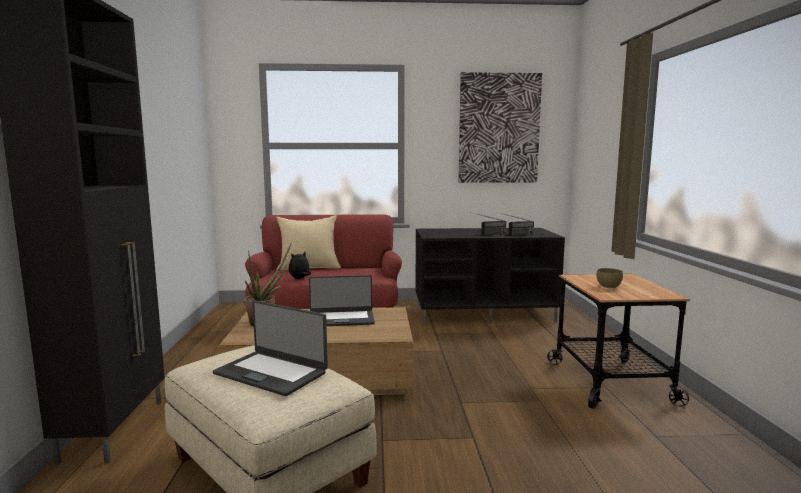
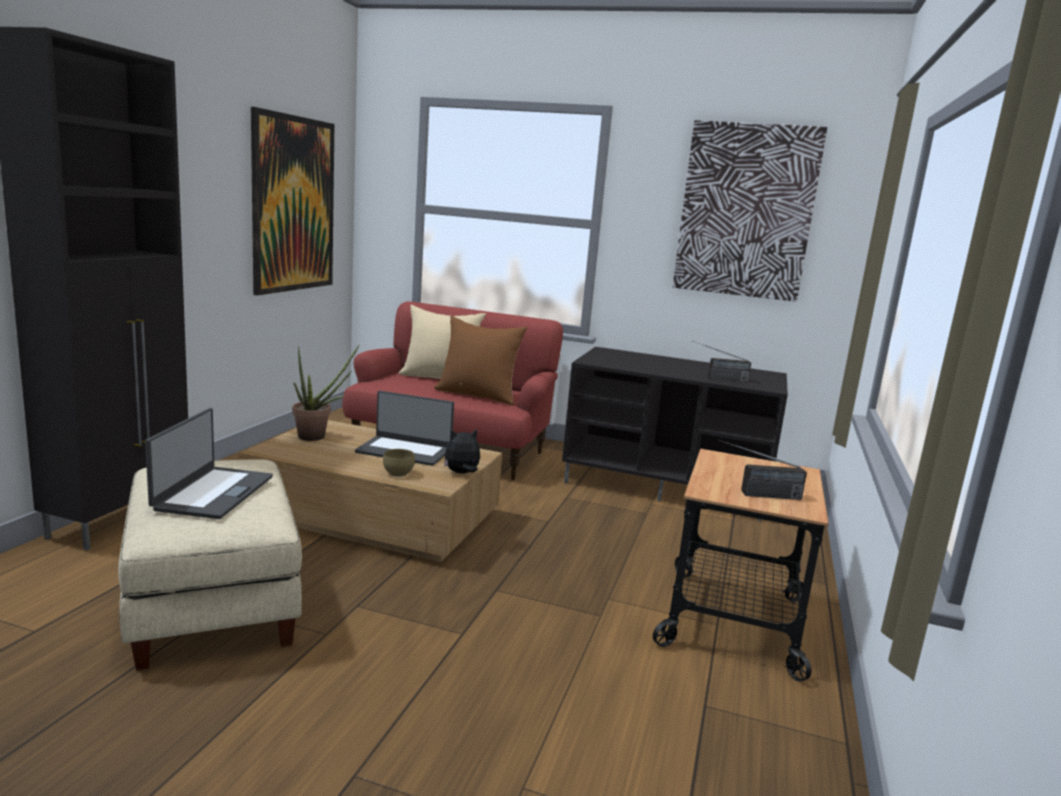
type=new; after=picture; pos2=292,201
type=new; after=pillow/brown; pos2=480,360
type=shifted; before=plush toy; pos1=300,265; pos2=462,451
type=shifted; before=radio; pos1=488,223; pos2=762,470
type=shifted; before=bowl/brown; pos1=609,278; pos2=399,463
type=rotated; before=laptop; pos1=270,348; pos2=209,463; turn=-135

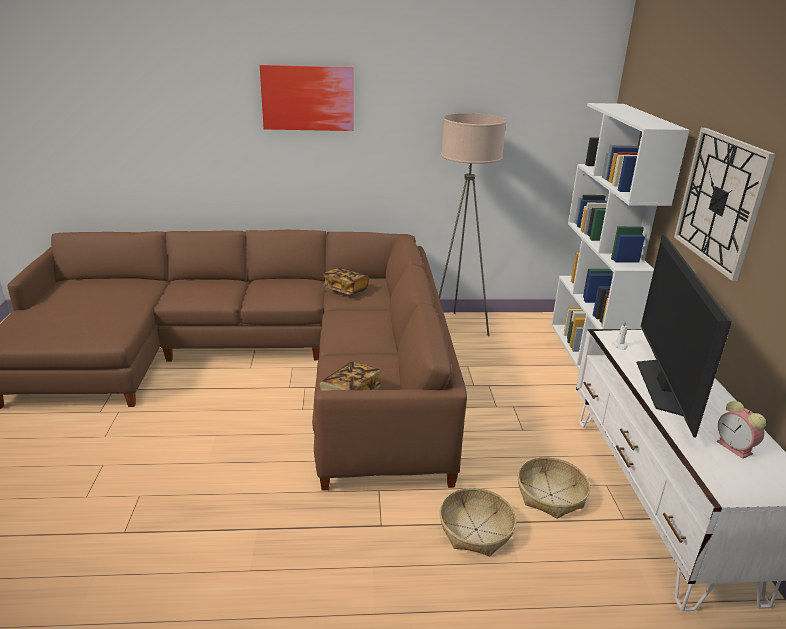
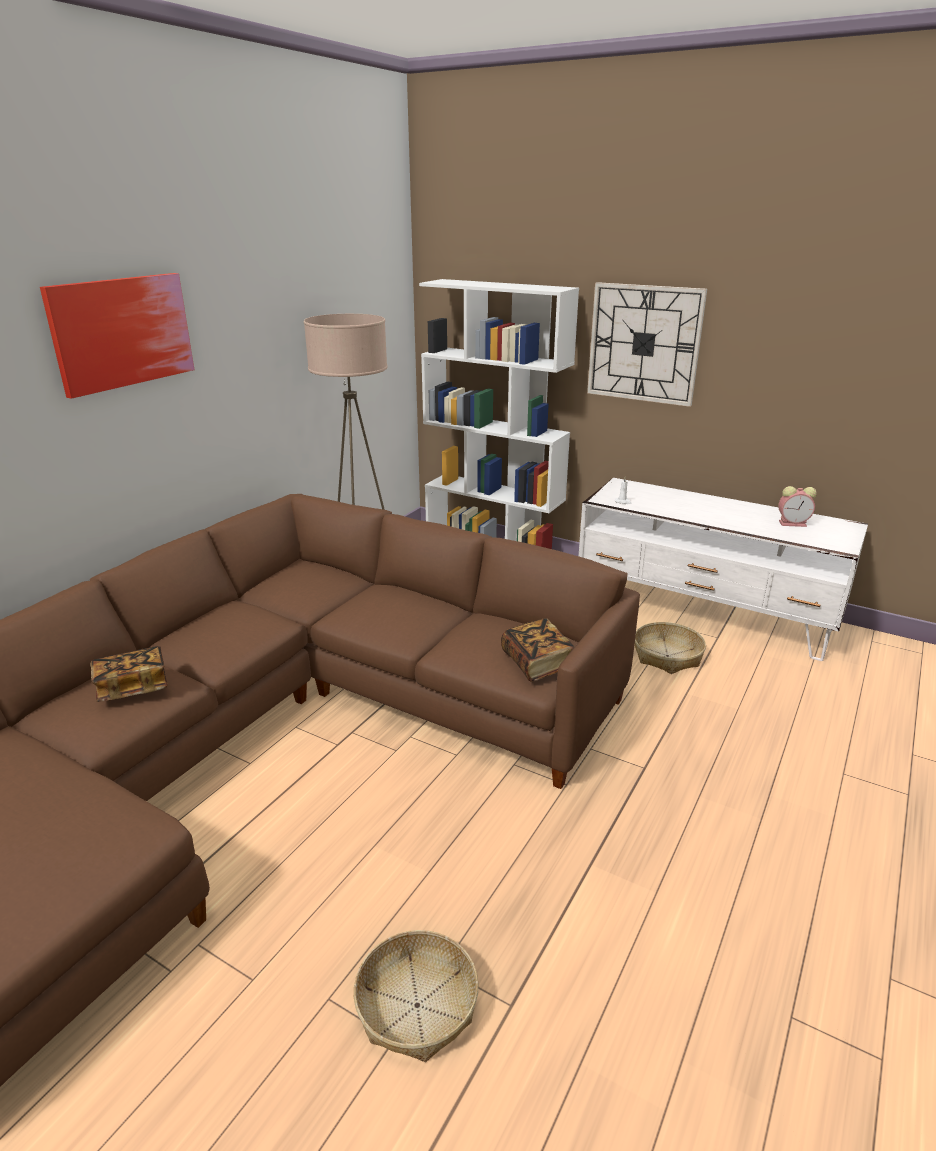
type=gone; before=television; pos1=684,335
type=shifted; before=book; pos1=345,281; pos2=129,674
type=shifted; before=basket; pos1=477,522; pos2=416,996

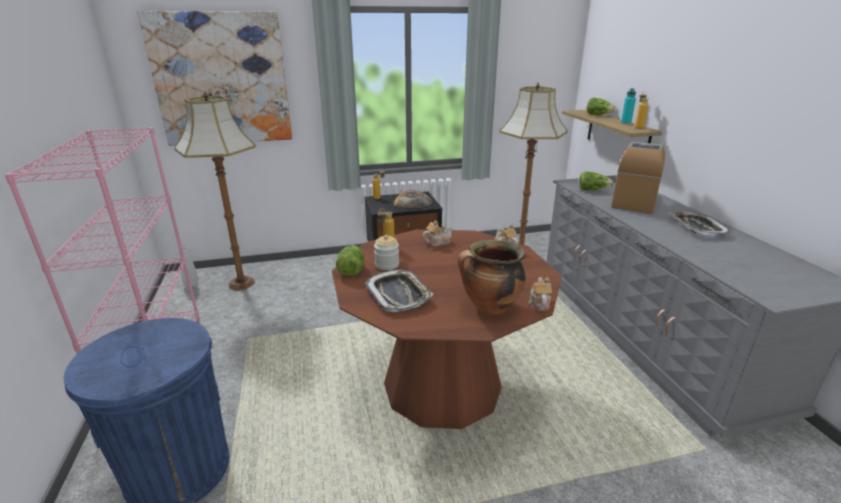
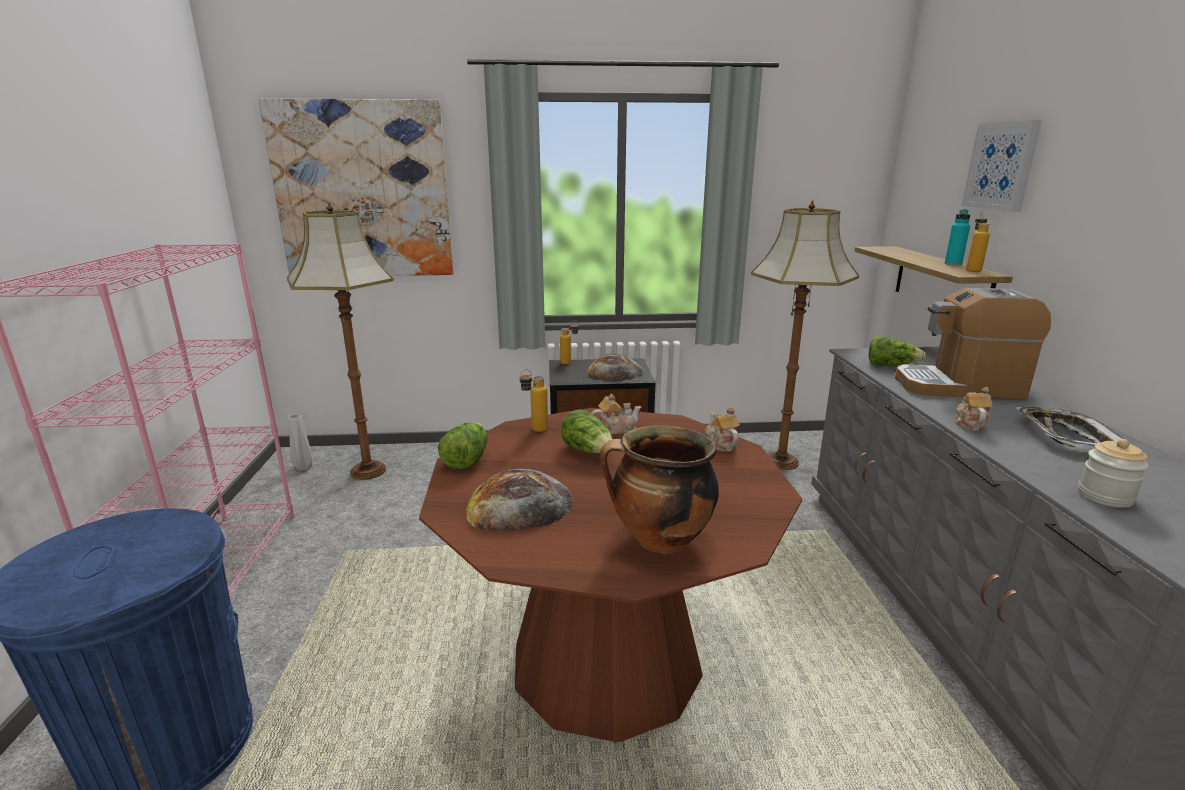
type=new; after=picture; pos2=1002,166
type=shifted; before=jar; pos1=386,252; pos2=1113,473
type=shifted; before=teapot; pos1=540,294; pos2=974,409
type=shifted; before=lettuce; pos1=601,106; pos2=586,431
type=swapped; before=tray; after=bread; pos1=399,290; pos2=519,500
type=rotated; before=coffee machine; pos1=638,178; pos2=973,344; turn=-120

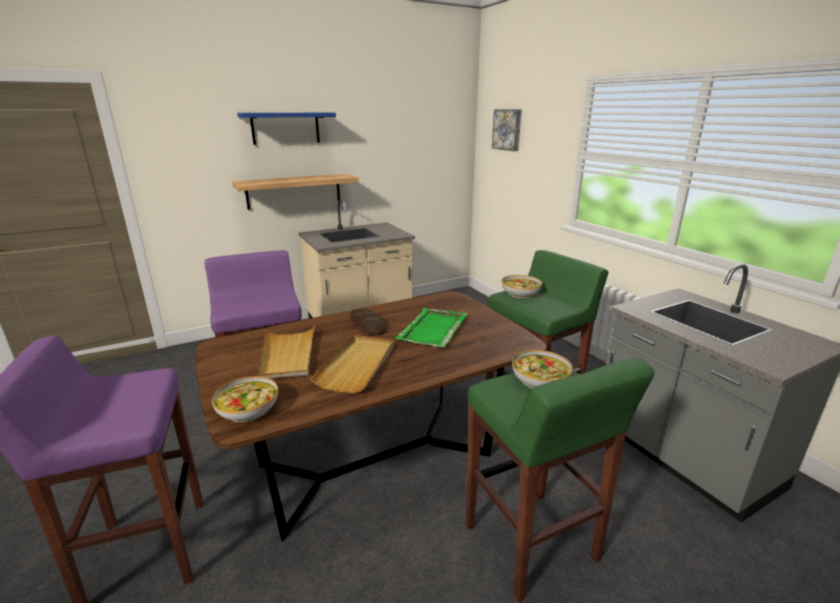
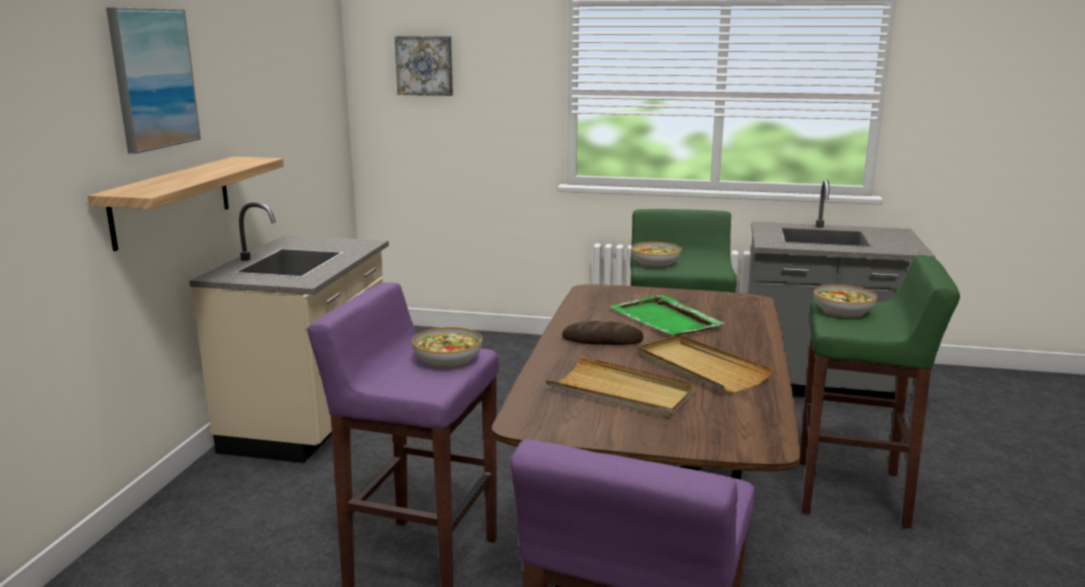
type=shifted; before=bowl; pos1=245,399; pos2=447,348
type=swapped; before=shelf/blue; after=picture; pos1=286,129; pos2=153,80

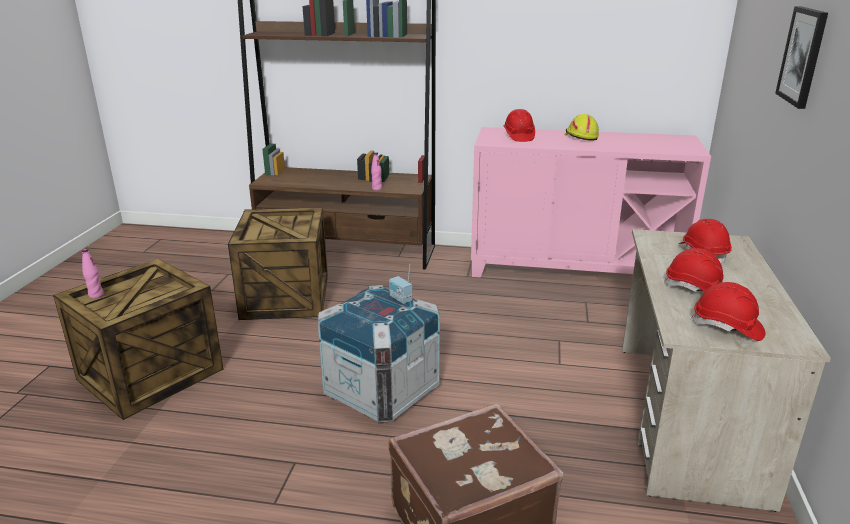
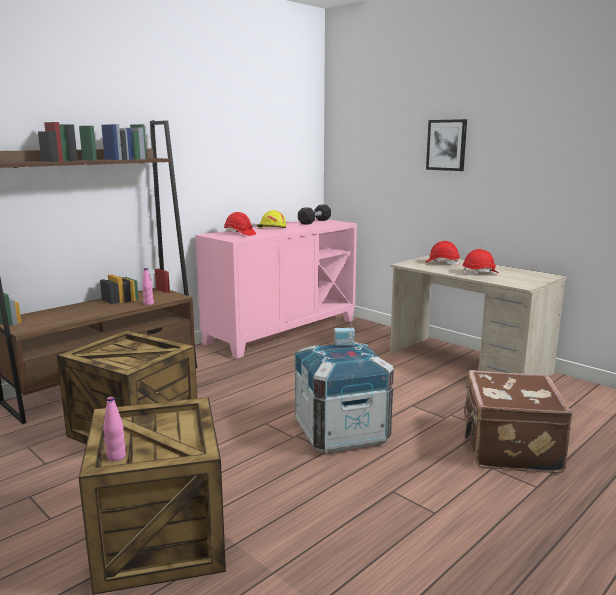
type=gone; before=hard hat/red; pos1=728,311
type=new; after=dumbbell/black; pos2=314,215

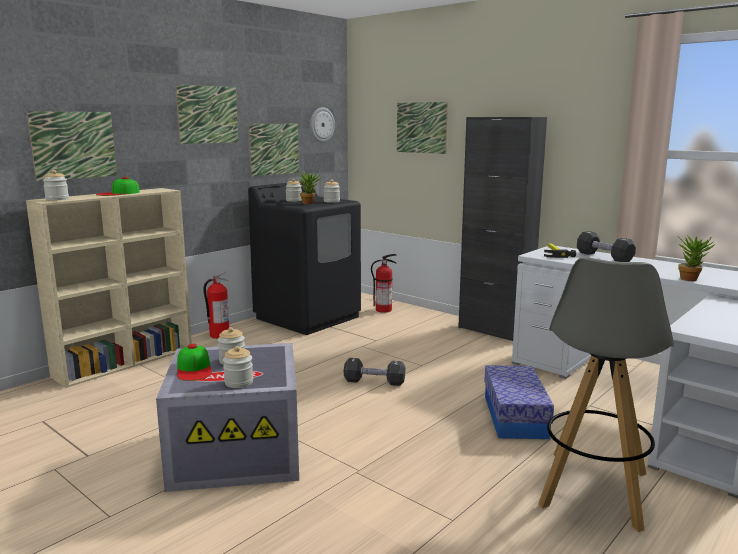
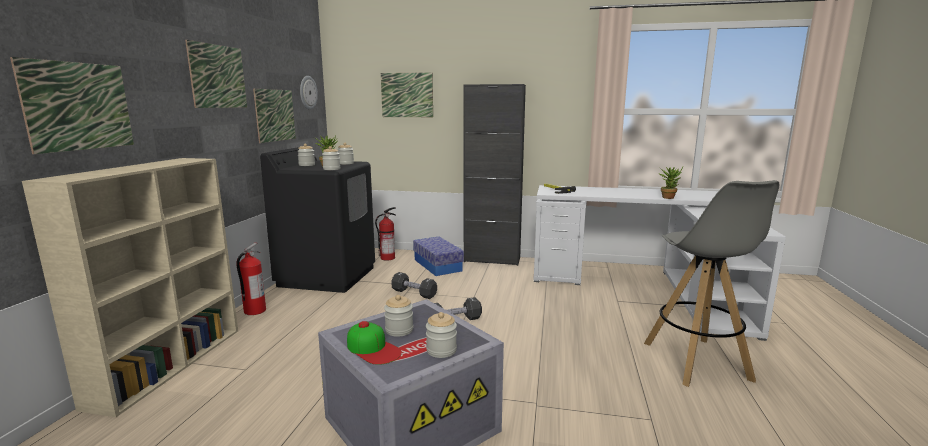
type=gone; before=cap; pos1=118,186
type=shifted; before=jar; pos1=56,185; pos2=331,158
type=shifted; before=storage box; pos1=519,402; pos2=438,256
type=shifted; before=dumbbell/black; pos1=606,246; pos2=414,285

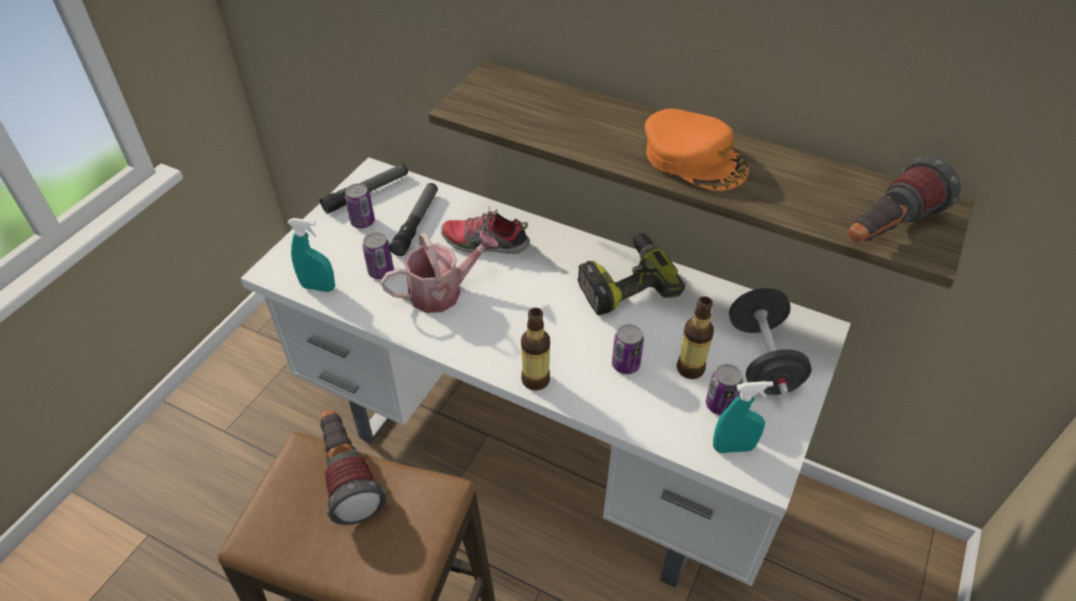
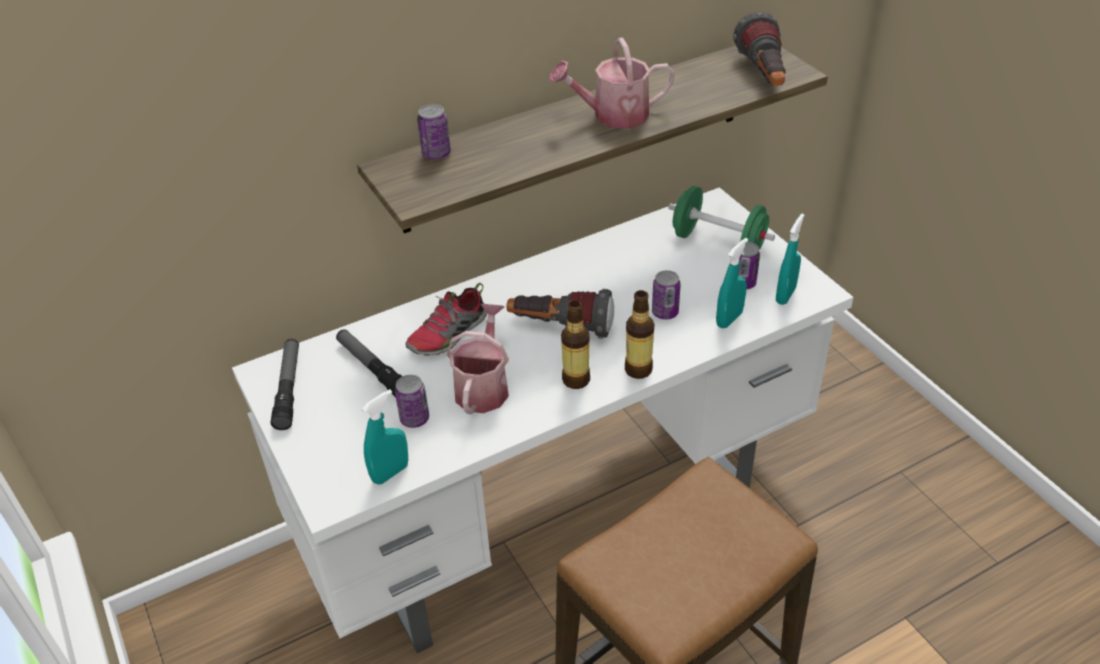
type=gone; before=power drill; pos1=631,274
type=new; after=spray bottle/turquoise; pos2=732,283
type=shifted; before=flashlight; pos1=353,467; pos2=560,314
type=shifted; before=can; pos1=360,205; pos2=434,132
type=shifted; before=bottle; pos1=695,337; pos2=575,344
type=swapped; before=cap/orange; after=watering can; pos1=697,150; pos2=612,82
type=repainted; before=dumbbell/black; after=dumbbell/green; pos1=770,342; pos2=721,218

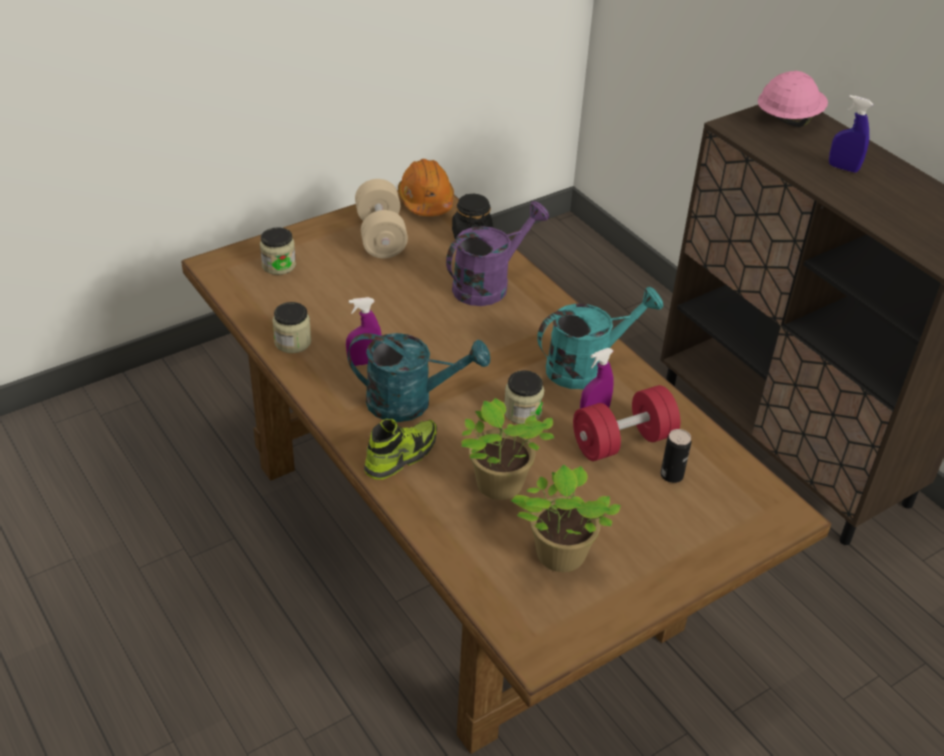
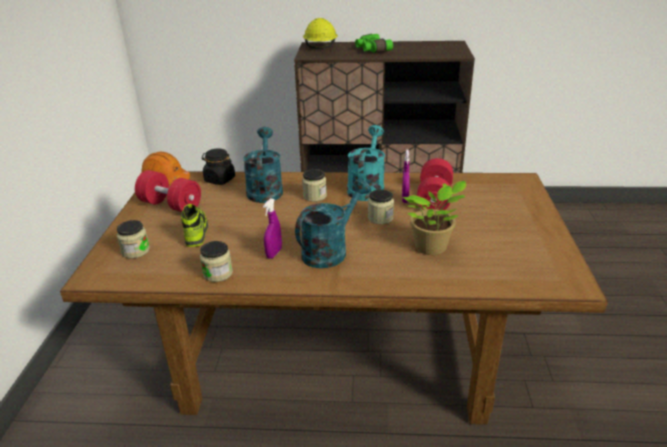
type=gone; before=potted plant; pos1=566,518
type=gone; before=can; pos1=675,456
type=new; after=jar; pos2=314,185
type=shifted; before=shoe; pos1=400,449; pos2=194,225
type=swapped; before=spray bottle/blue; after=binoculars/green; pos1=851,134; pos2=374,43
type=repainted; before=dumbbell/beige; after=dumbbell/red; pos1=381,218; pos2=168,191
type=repainted; before=watering can/purple; after=watering can/turquoise; pos1=497,253; pos2=263,165
type=repainted; before=hard hat/pink; after=hard hat/yellow; pos1=793,98; pos2=320,33

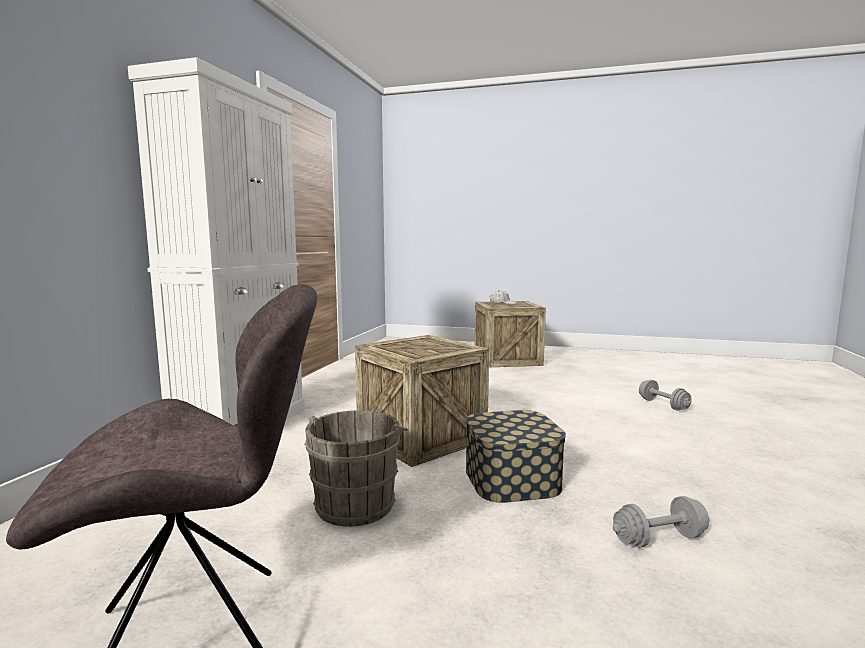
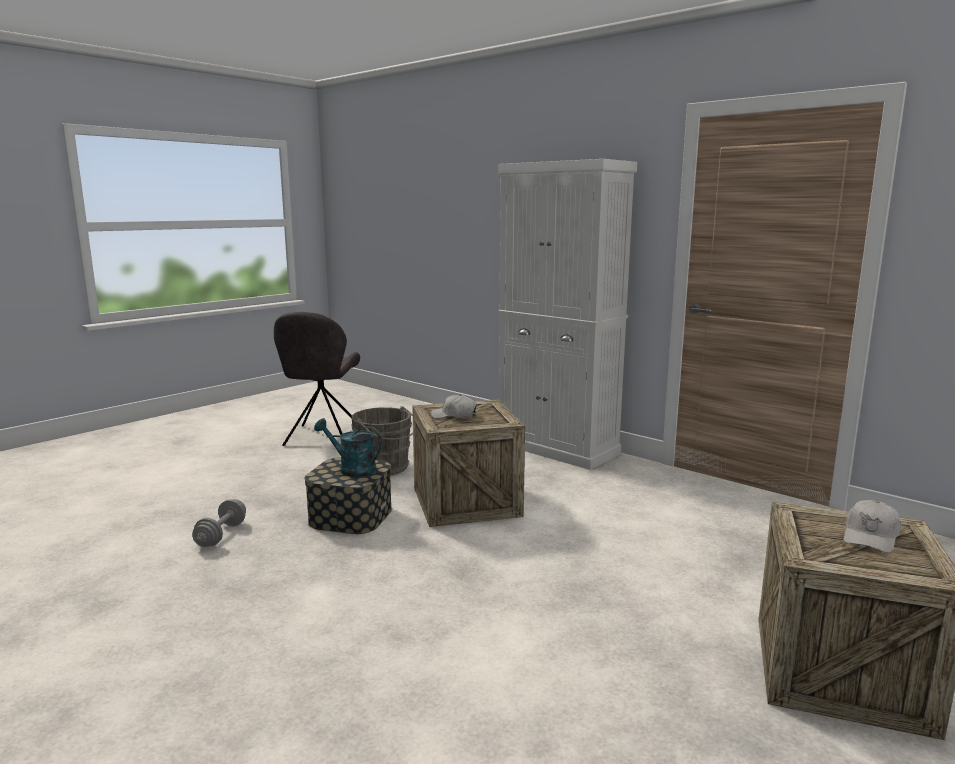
type=gone; before=dumbbell/grey; pos1=665,395
type=new; after=watering can/turquoise; pos2=348,447
type=new; after=cap/white; pos2=453,406

